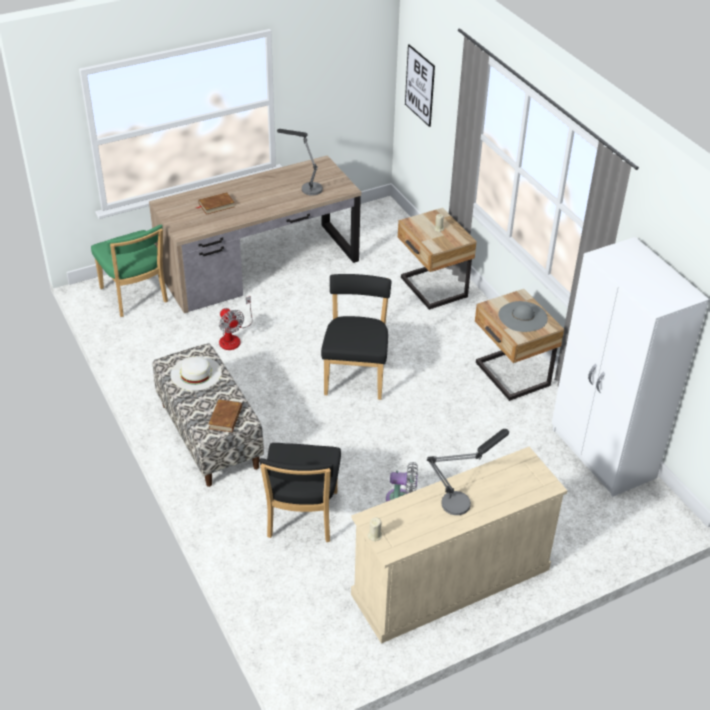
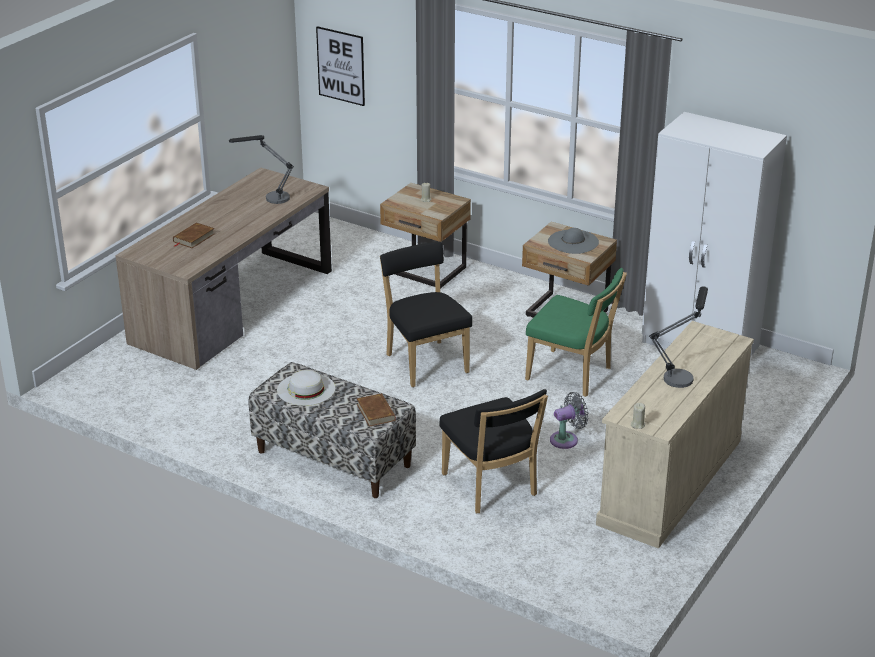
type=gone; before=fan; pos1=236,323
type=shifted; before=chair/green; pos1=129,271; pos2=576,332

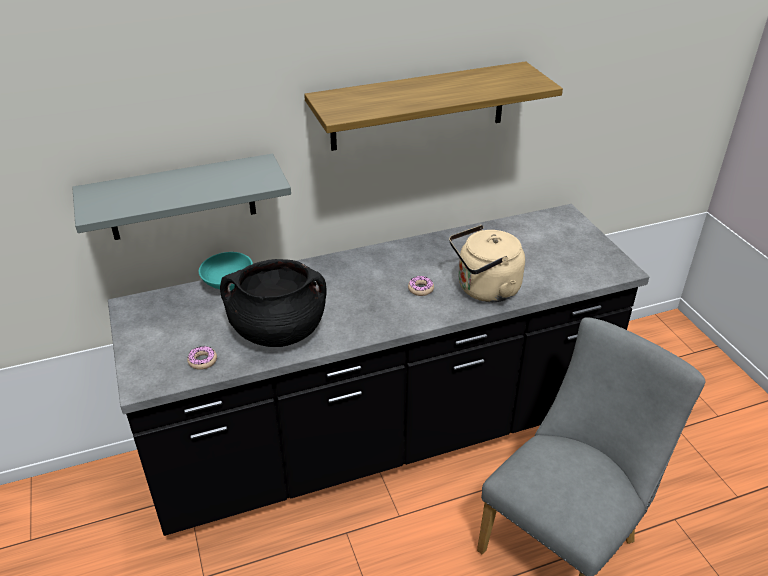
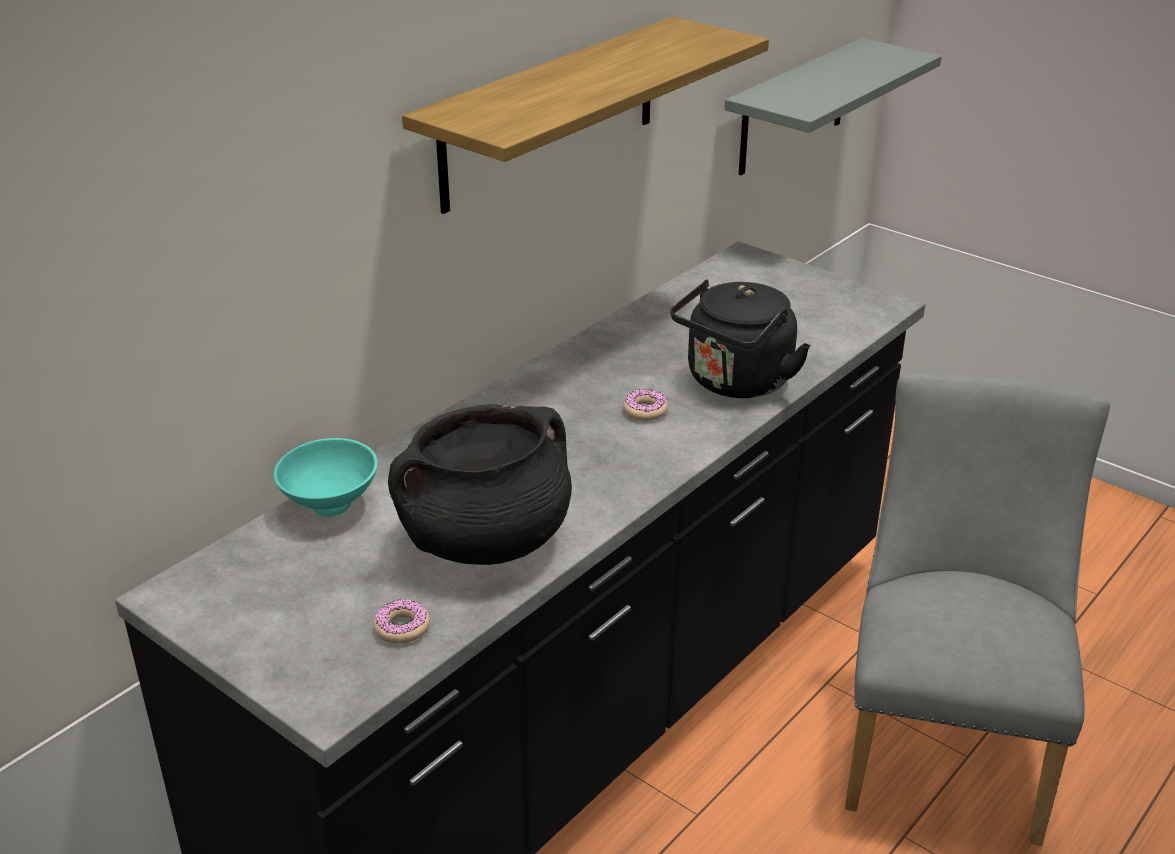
type=shifted; before=shelf/grey; pos1=181,197; pos2=833,106
type=repainted; before=kettle/beige; after=kettle/black; pos1=487,263; pos2=740,338

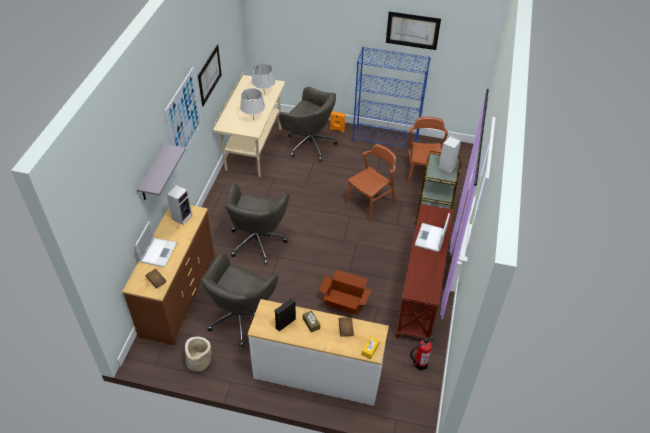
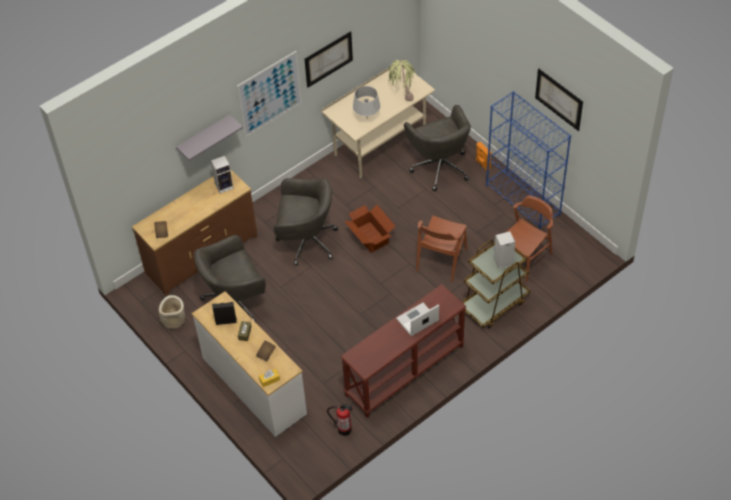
type=gone; before=laptop; pos1=156,244
type=shifted; before=cardboard box; pos1=345,292; pos2=370,229
type=swapped; before=table lamp/grey; after=potted plant; pos1=263,76; pos2=402,80
type=rotated; before=office chair/grey; pos1=257,224; pos2=306,222; turn=-135
type=rotated; before=chair/brown; pos1=370,183; pos2=441,248; turn=120

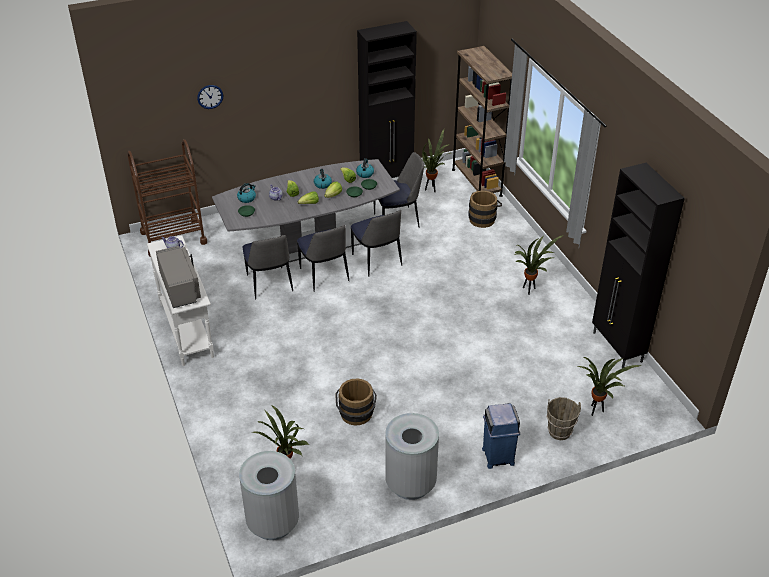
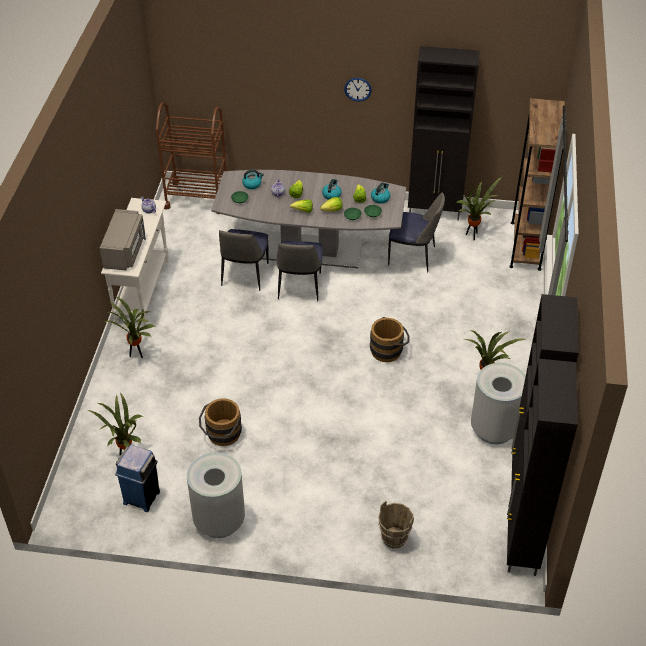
type=gone; before=chair; pos1=376,243
type=new; after=cabinet/black; pos2=542,467
type=shifted; before=wall clock; pos1=210,97; pos2=358,89
type=shifted; before=trash can/grey; pos1=269,495; pos2=498,403
type=shifted; before=bucket/brown; pos1=485,209; pos2=389,339
type=shifted; before=trash can/blue; pos1=501,436; pos2=137,478
type=shifted; before=potted plant; pos1=610,386; pos2=130,327

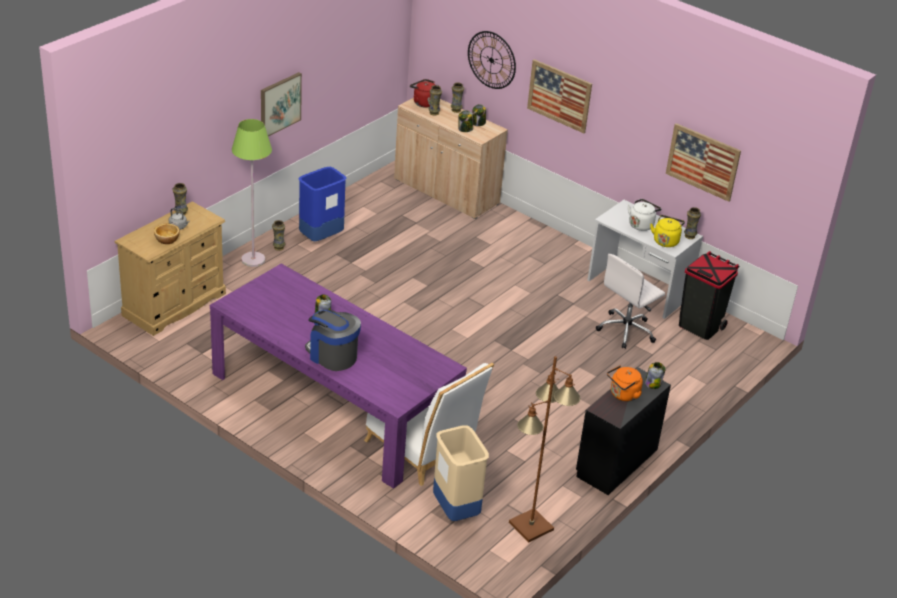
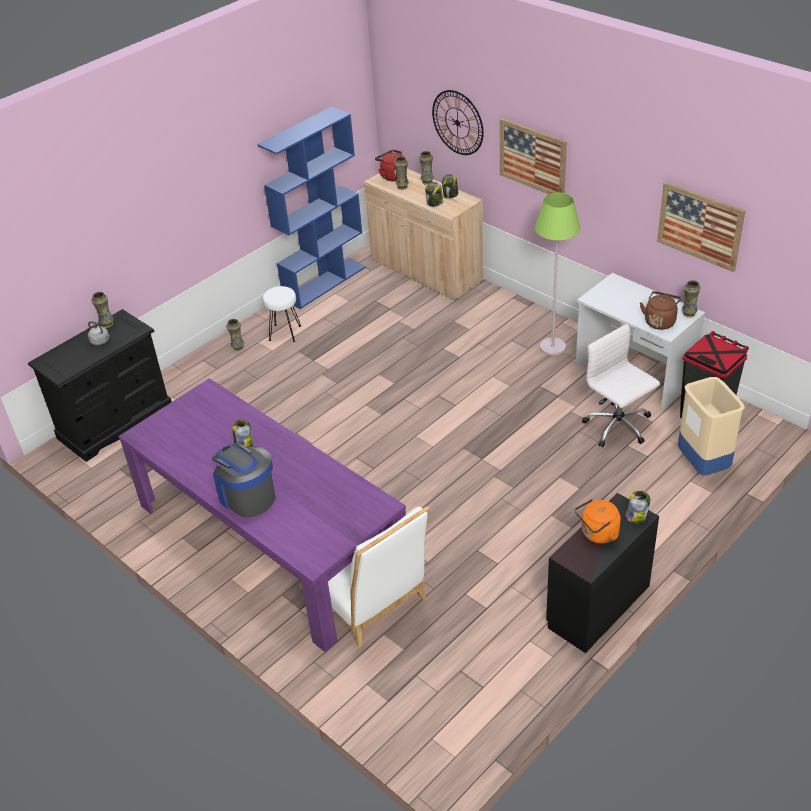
type=gone; before=bowl; pos1=167,234
type=gone; before=picture; pos1=281,104
type=gone; before=floor lamp/brown; pos1=544,449
type=gone; before=kettle/white; pos1=645,215
type=new; after=bookcase/blue; pos2=311,207
type=shifted; before=floor lamp/green; pos1=252,193; pos2=557,274
type=shifted; before=trash can/beige; pos1=461,473; pos2=711,426
type=swapped; before=trash can/blue; after=stool/white; pos1=322,204; pos2=282,314
type=repainted; before=dresser/beige; after=dresser/black; pos1=170,269; pos2=100,385
type=repainted; before=kettle/yellow; after=kettle/brown; pos1=667,231; pos2=660,310
type=rotated; before=office chair/white; pos1=630,301; pos2=621,385; turn=90

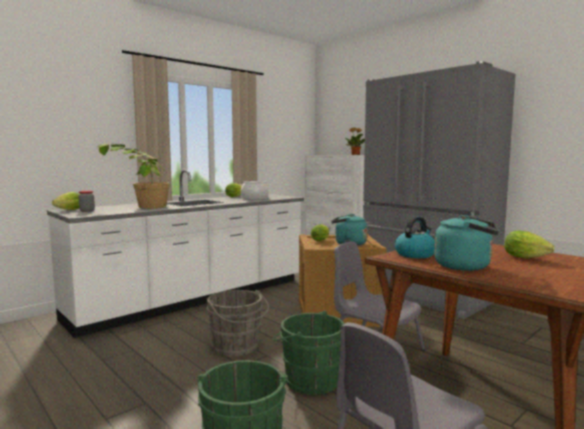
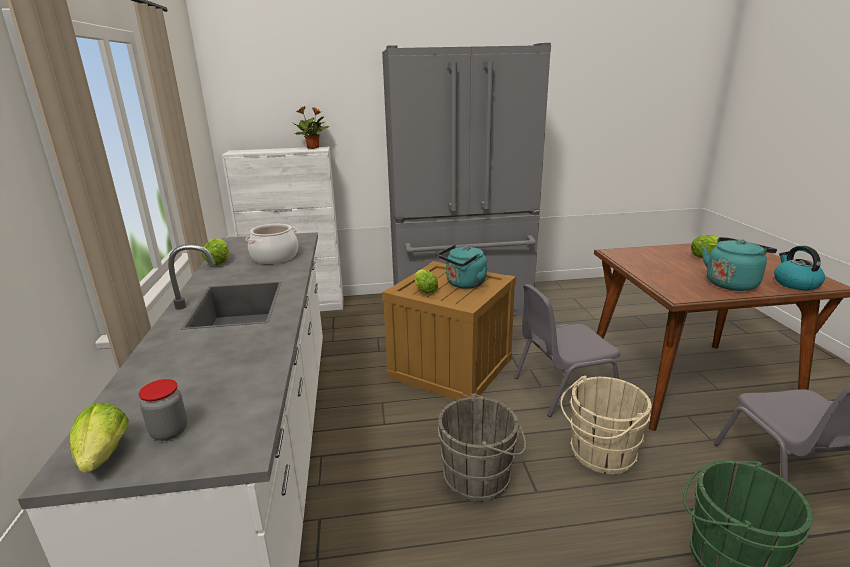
type=gone; before=potted plant; pos1=133,176
type=shifted; before=kettle; pos1=415,237; pos2=799,268
type=repainted; before=bucket/green; after=bucket/beige; pos1=308,353; pos2=606,425

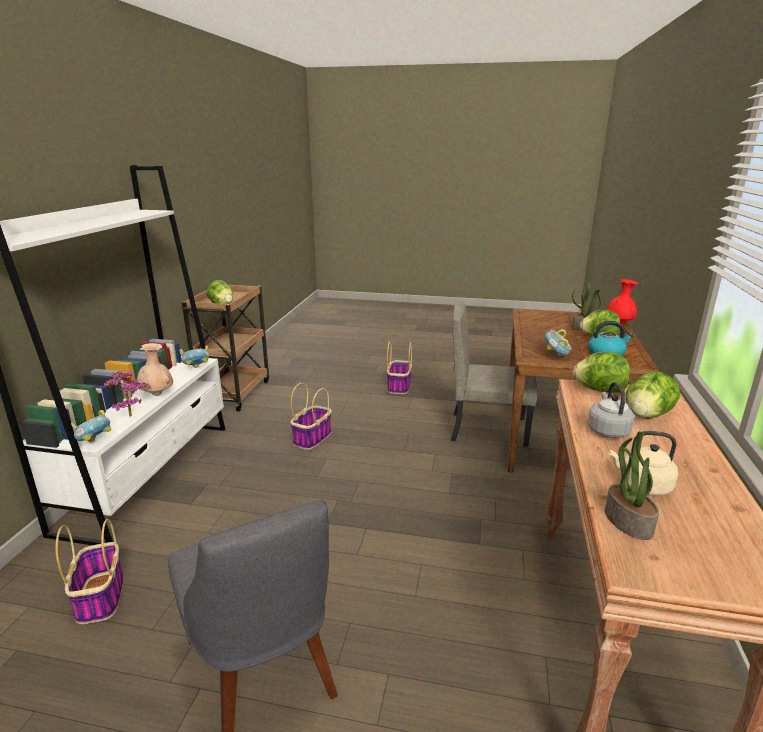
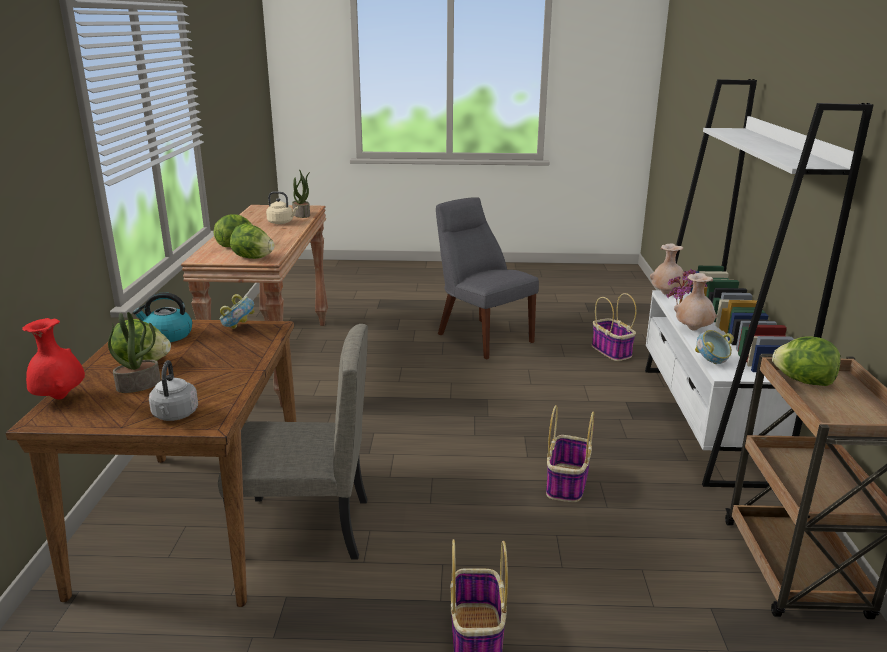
type=shifted; before=kettle/grey; pos1=610,410; pos2=173,390
type=swapped; before=bowl; after=vase/beige; pos1=91,426; pos2=668,269

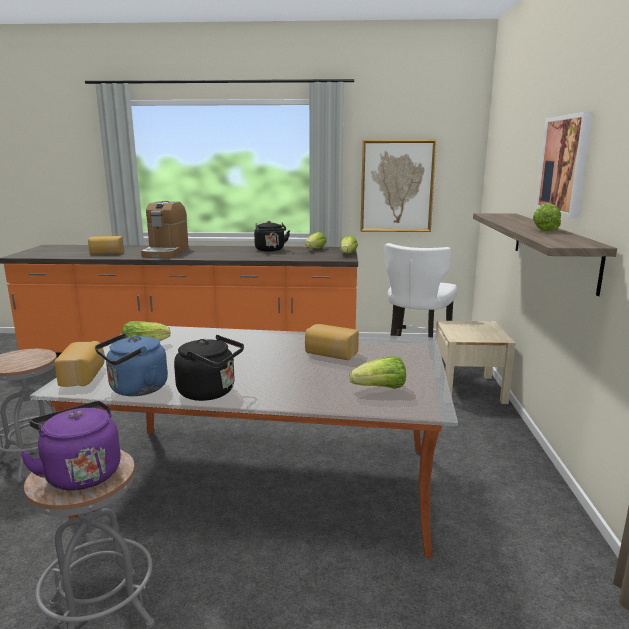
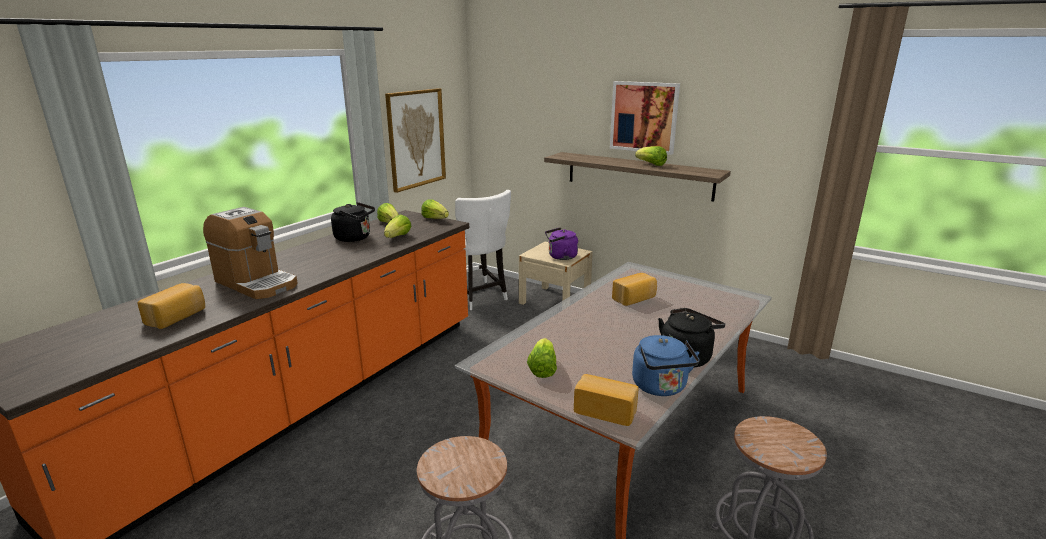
type=shifted; before=kettle/purple; pos1=70,446; pos2=561,243
type=shifted; before=lettuce; pos1=378,372; pos2=397,226

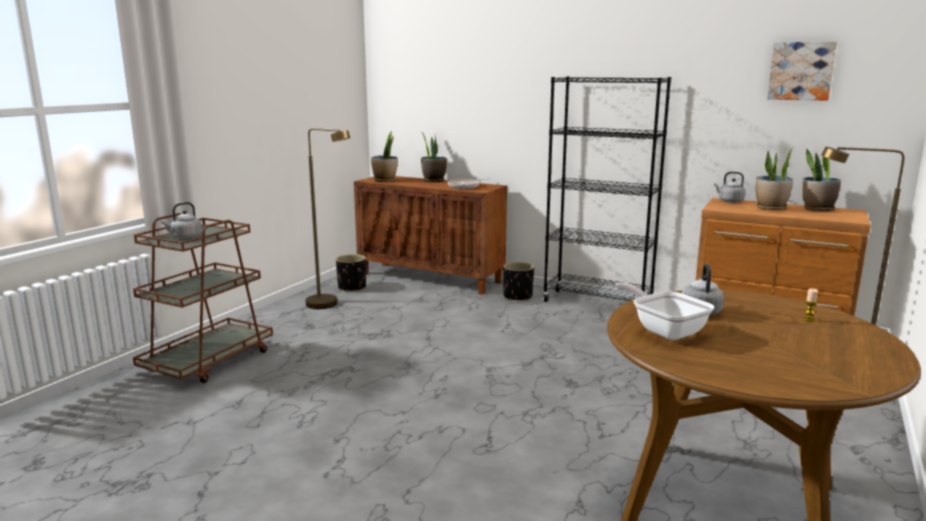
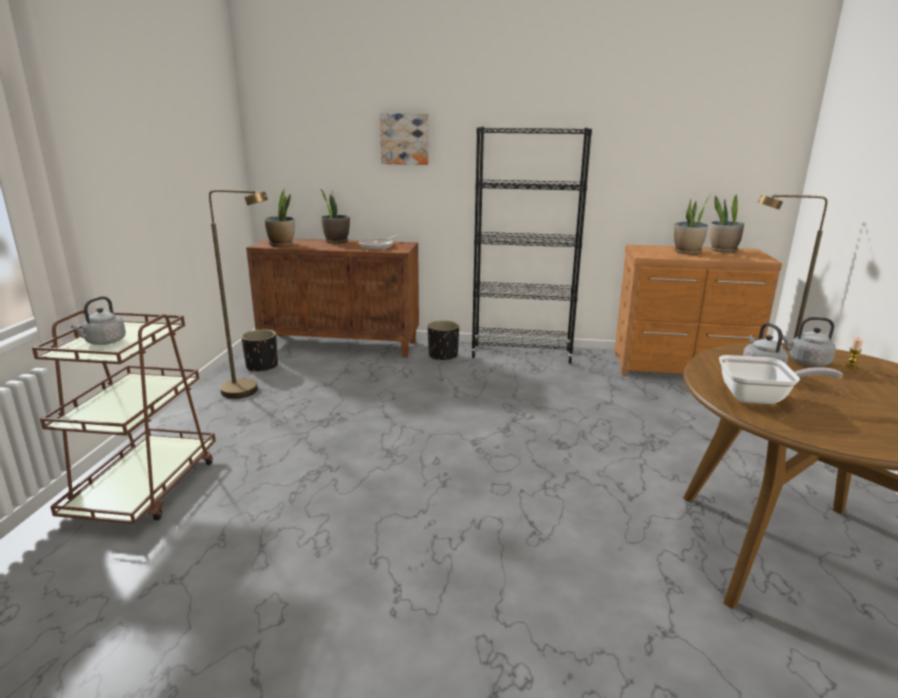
type=shifted; before=kettle/grey; pos1=729,187; pos2=809,342
type=shifted; before=picture; pos1=802,71; pos2=404,139
type=rotated; before=frying pan; pos1=664,311; pos2=781,379; turn=150

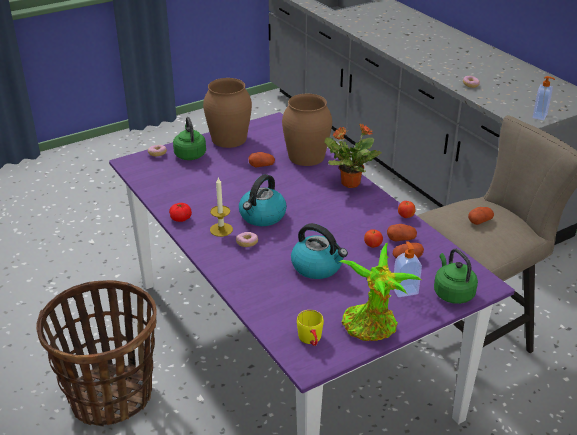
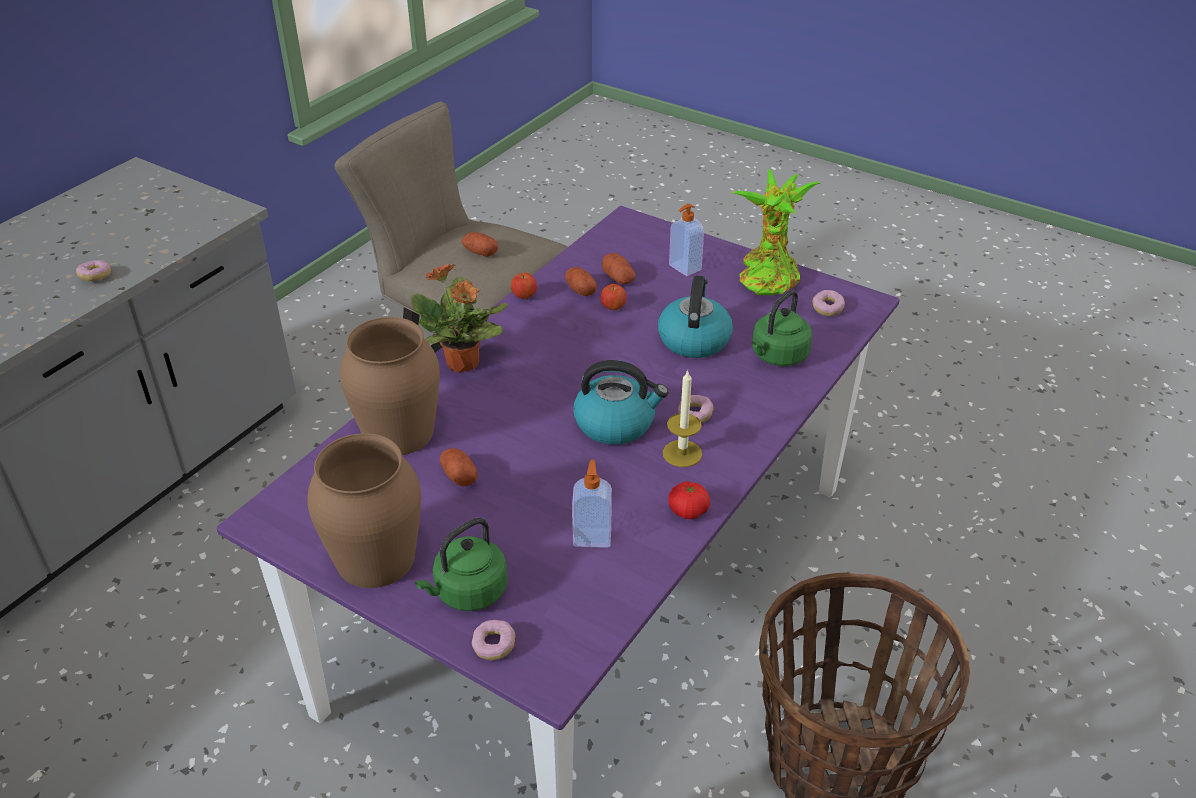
type=shifted; before=kettle/green; pos1=456,276; pos2=781,328
type=shifted; before=soap dispenser; pos1=543,98; pos2=592,504
type=swapped; before=mug/yellow; after=donut; pos1=310,328; pos2=828,303

